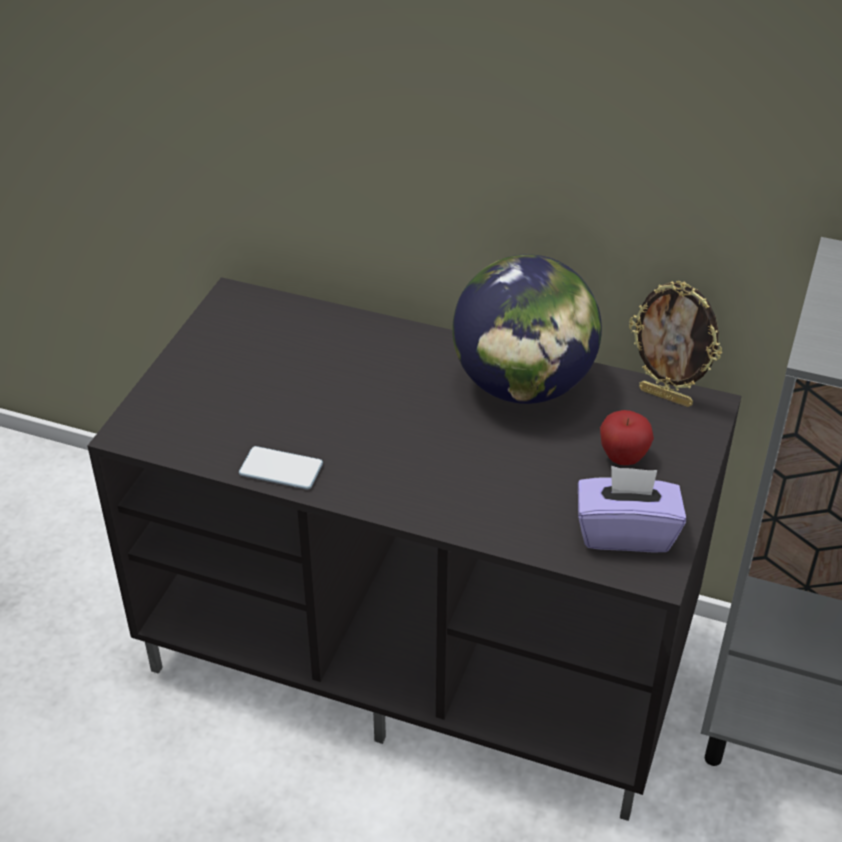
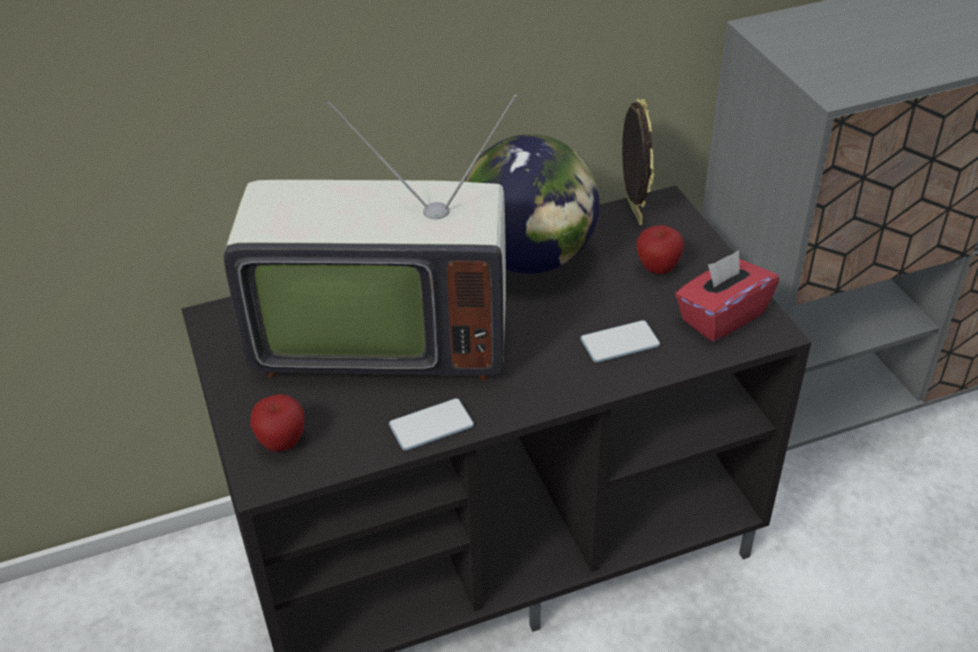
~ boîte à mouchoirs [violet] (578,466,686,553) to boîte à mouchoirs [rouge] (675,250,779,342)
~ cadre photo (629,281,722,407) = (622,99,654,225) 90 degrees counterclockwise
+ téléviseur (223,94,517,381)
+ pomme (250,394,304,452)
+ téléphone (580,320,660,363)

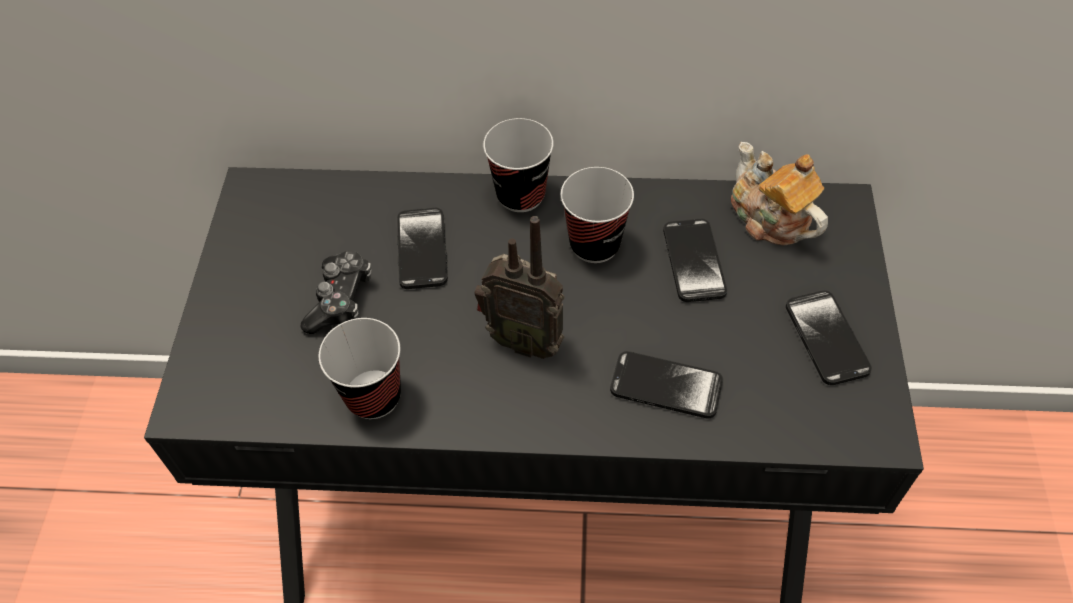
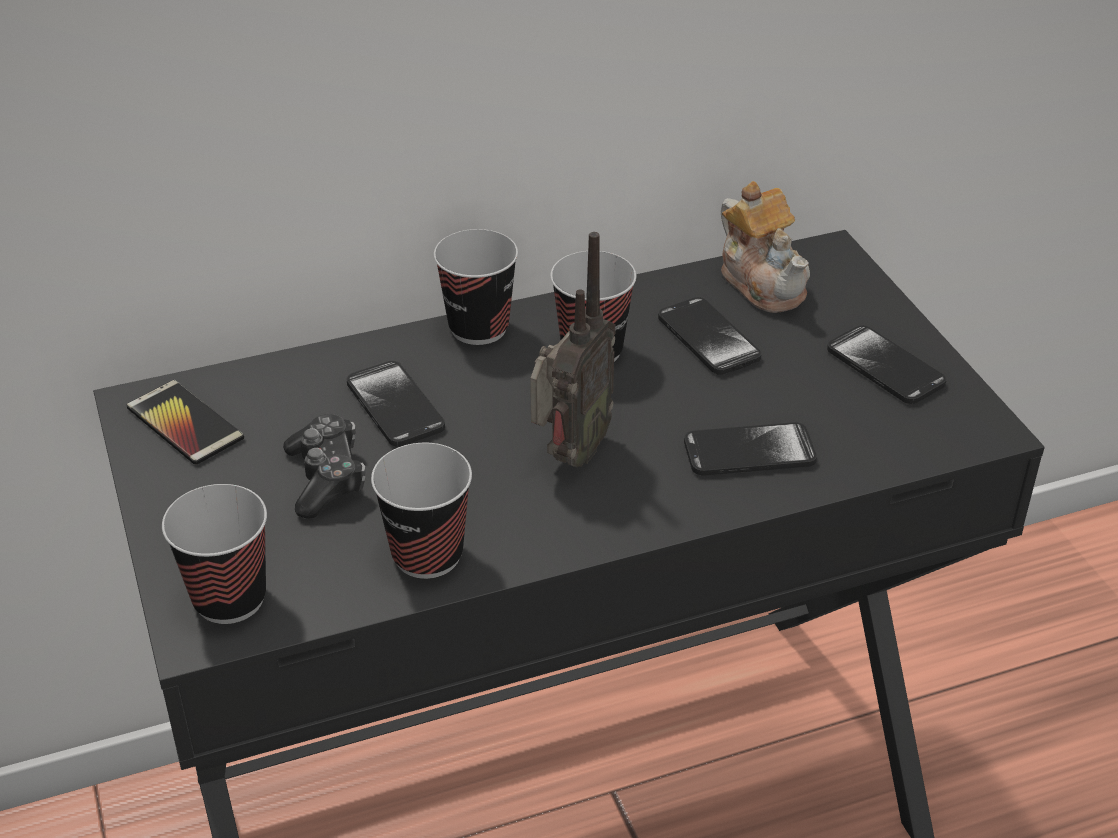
~ radio (474,216,564,359) = (530,232,616,468) 60 degrees counterclockwise
~ théière (731,142,828,246) = (721,181,810,313) 150 degrees counterclockwise
+ téléphone (127,380,244,465)
+ tasse (162,484,267,624)

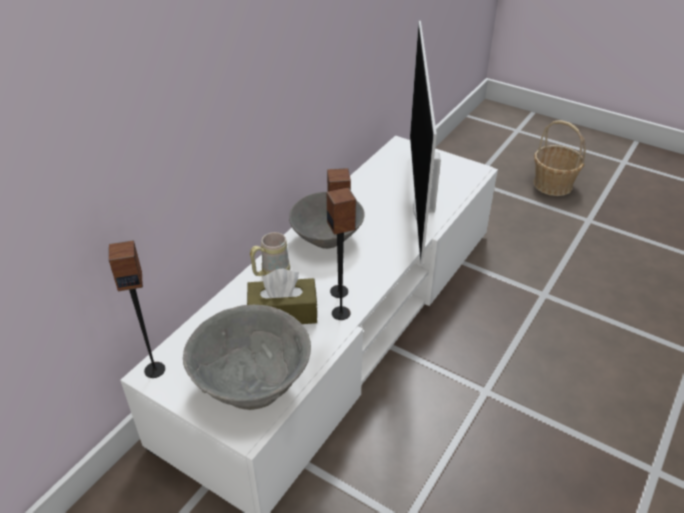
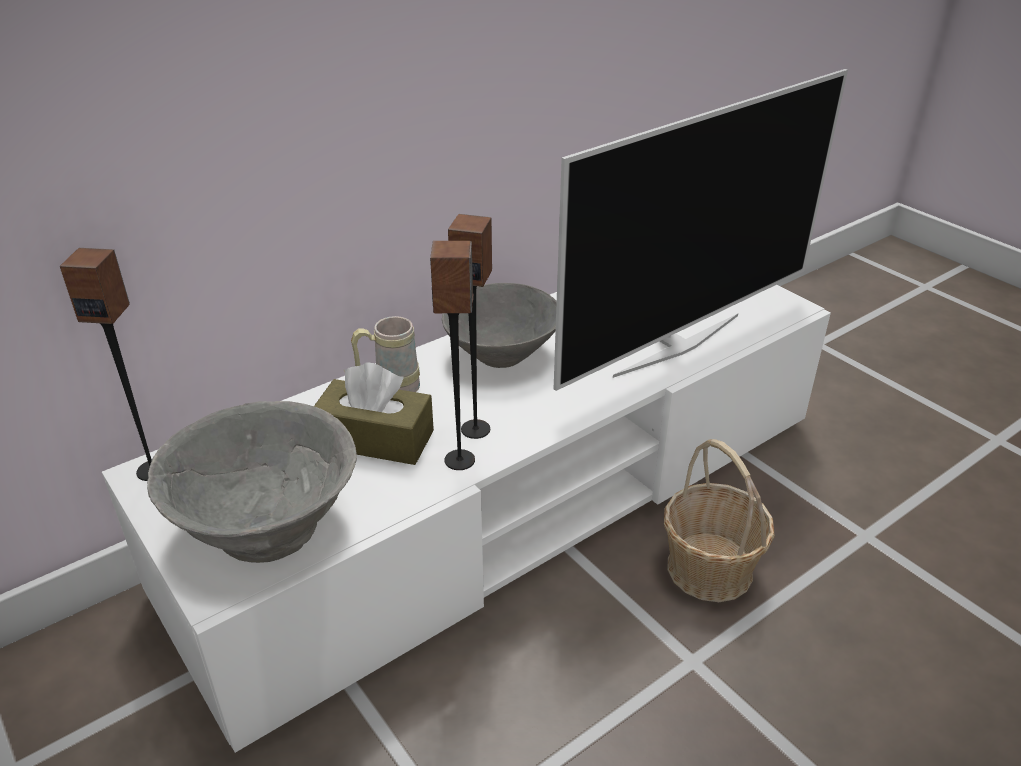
~ téléviseur (410,21,441,265) = (554,69,848,391) 150 degrees counterclockwise
~ panier (533,120,586,196) to (664,439,775,602)

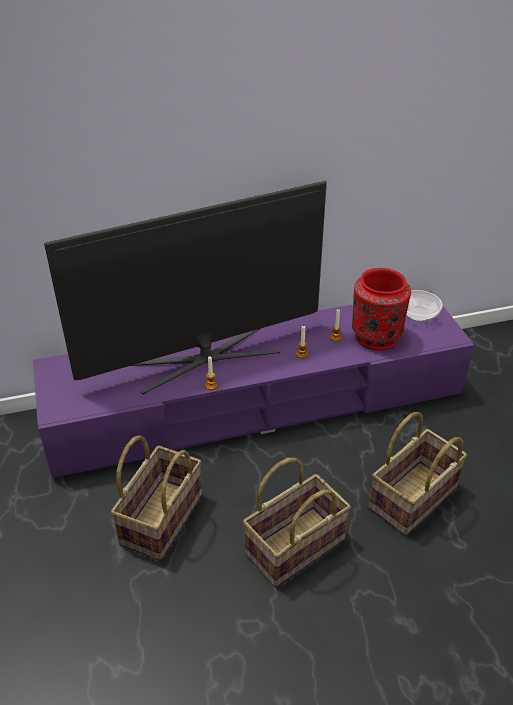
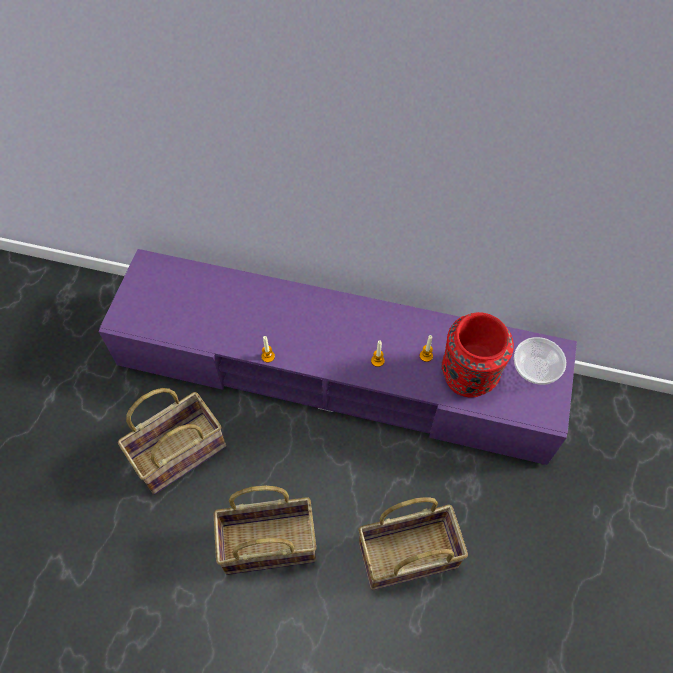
- téléviseur (44,180,327,394)

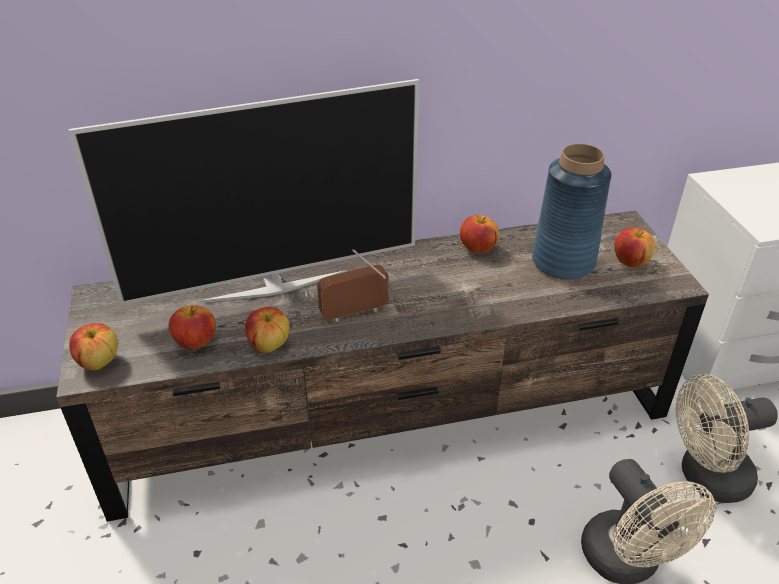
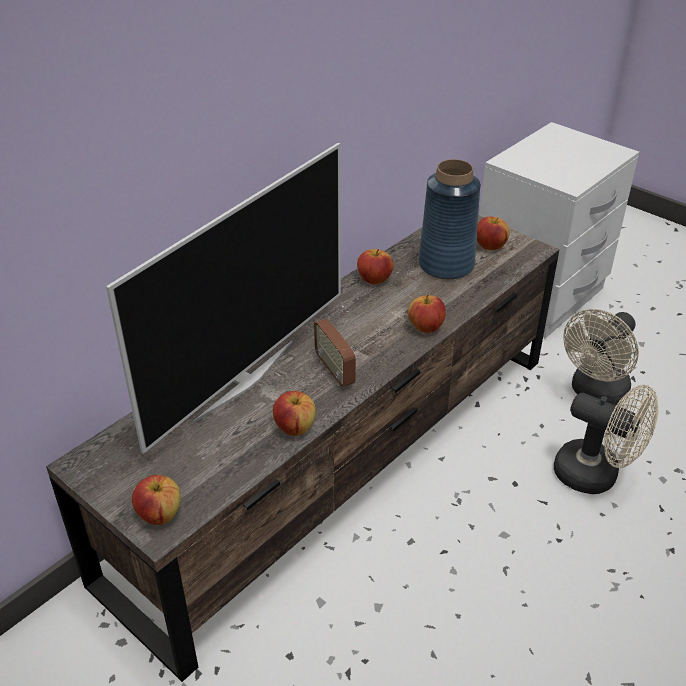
~ pomme (168,305,216,350) to (408,295,446,333)
~ radio (317,249,389,322) = (314,306,356,387) 60 degrees counterclockwise

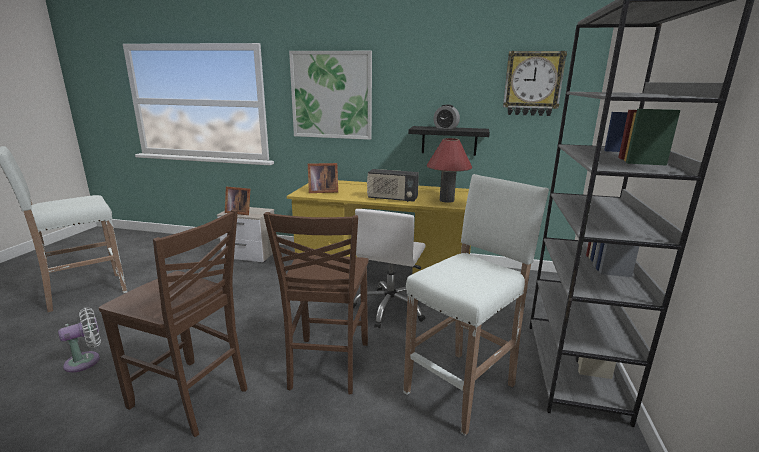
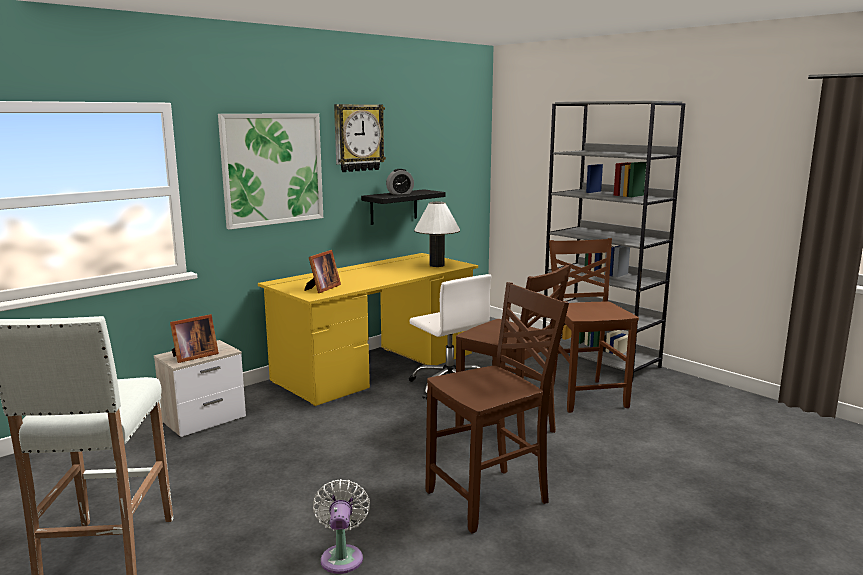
- radio (367,169,419,202)
~ tabouret [blanc] (403,174,549,436) to chaise [marron] (549,238,639,413)
~ lampe de table [rouge] (427,138,472,203) to lampe de table [blanc] (414,202,460,267)
~ horloge murale (503,51,567,116) to (334,104,386,172)

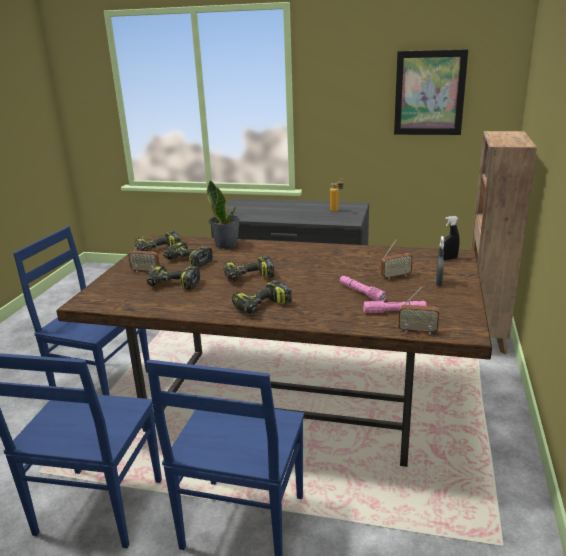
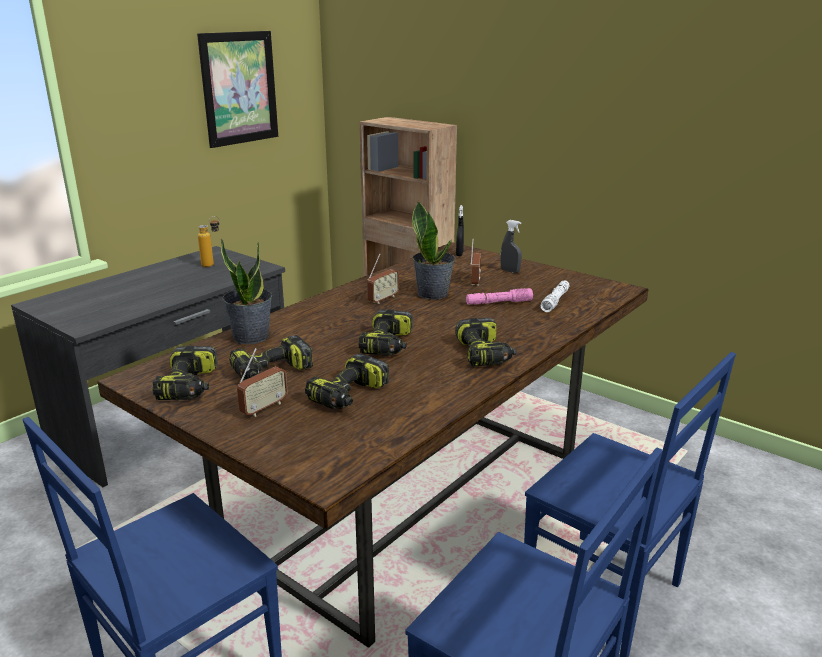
~ lampe de poche [rose] (363,301,426,313) to lampe de poche [blanc] (541,281,569,312)
~ radio (398,287,439,335) to (367,253,399,304)
+ plante en pot (412,201,455,300)

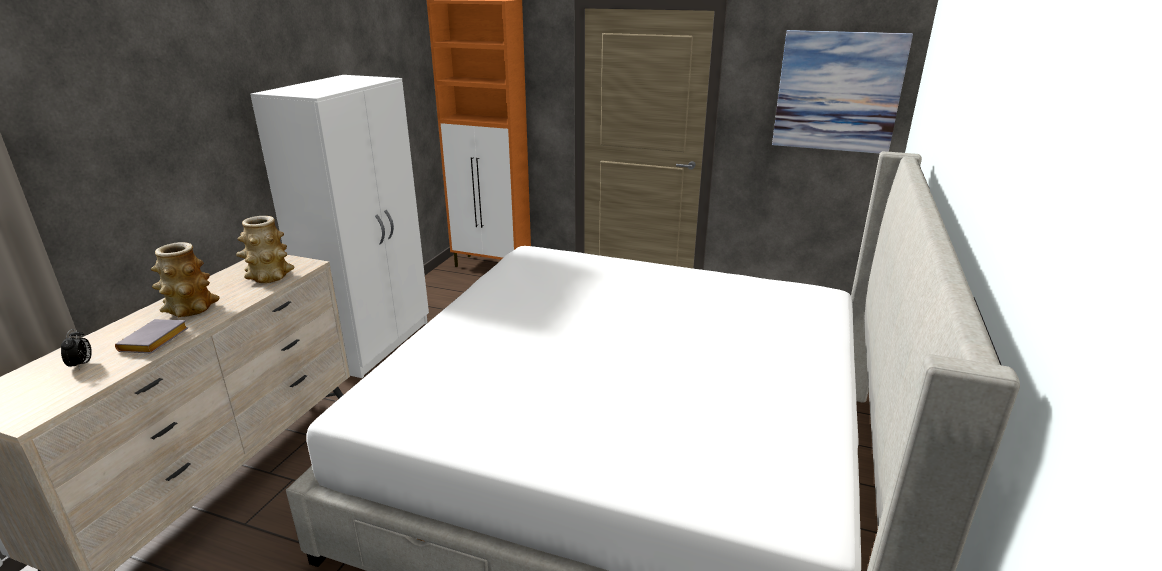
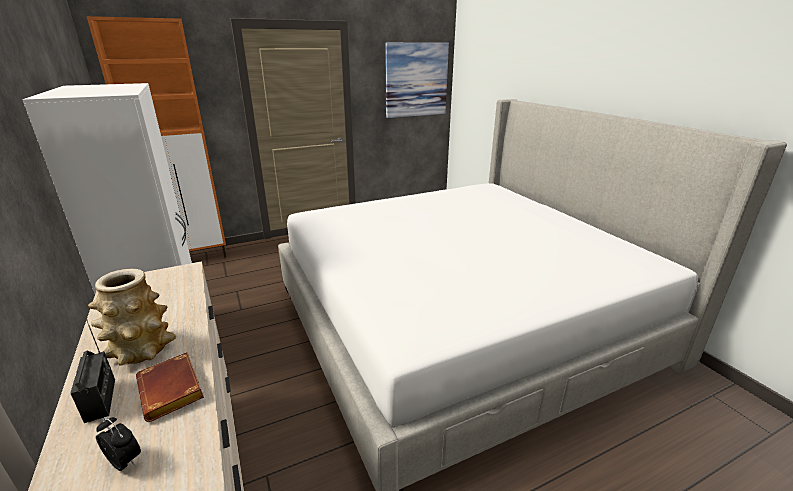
~ livre [gris] (115,319,188,353) to livre [marron] (136,352,204,422)
- vase (236,216,294,283)
+ radio (70,319,115,423)

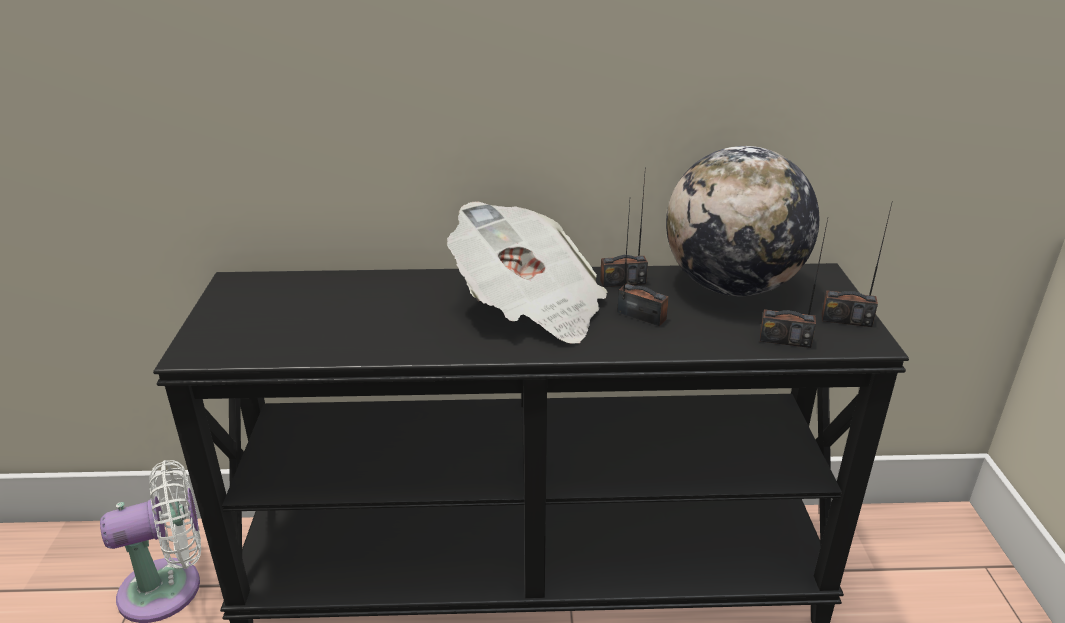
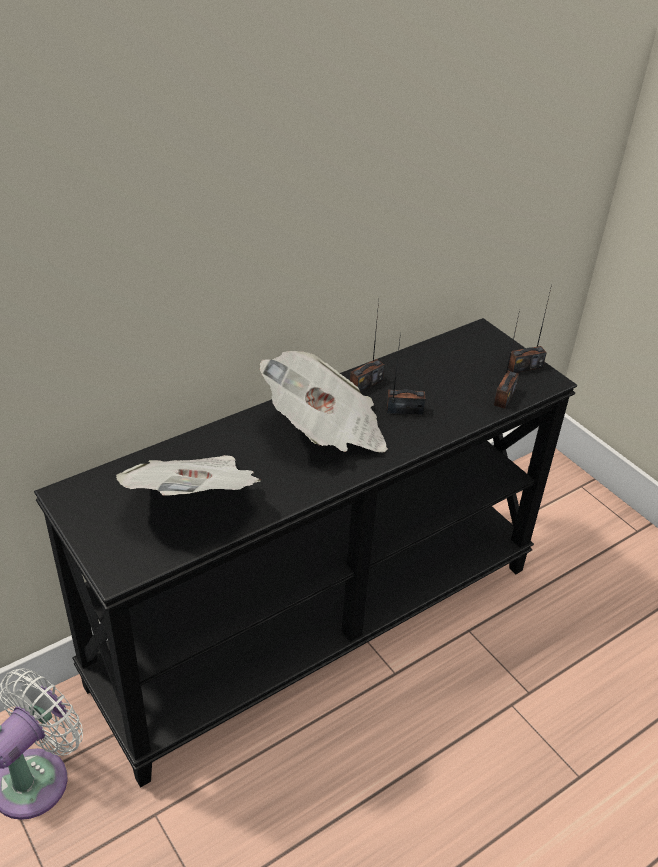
- globe (666,146,819,296)
~ radio (760,219,828,348) = (494,310,520,409) 45 degrees counterclockwise
+ journal (116,455,261,496)

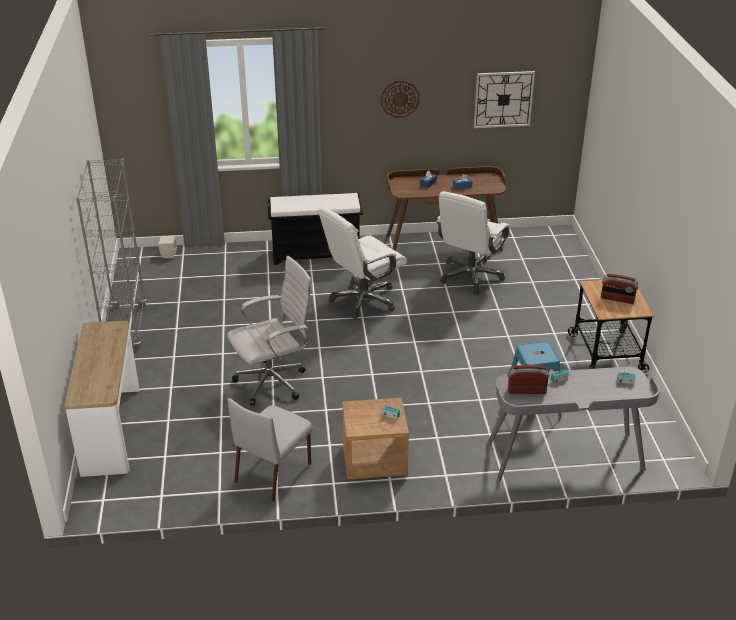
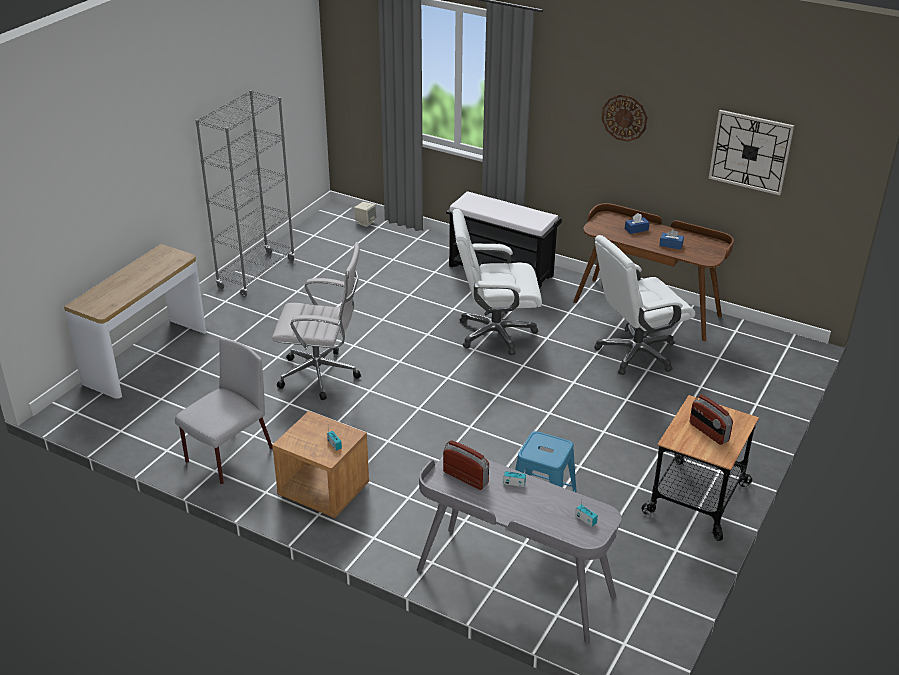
~ chaise [gris] (227,398,313,501) = (175,338,273,484) 150 degrees clockwise

